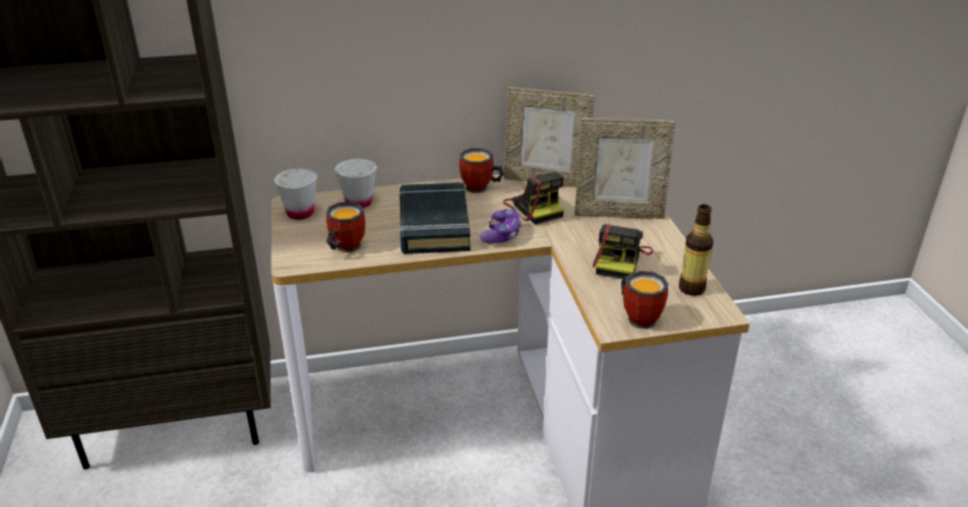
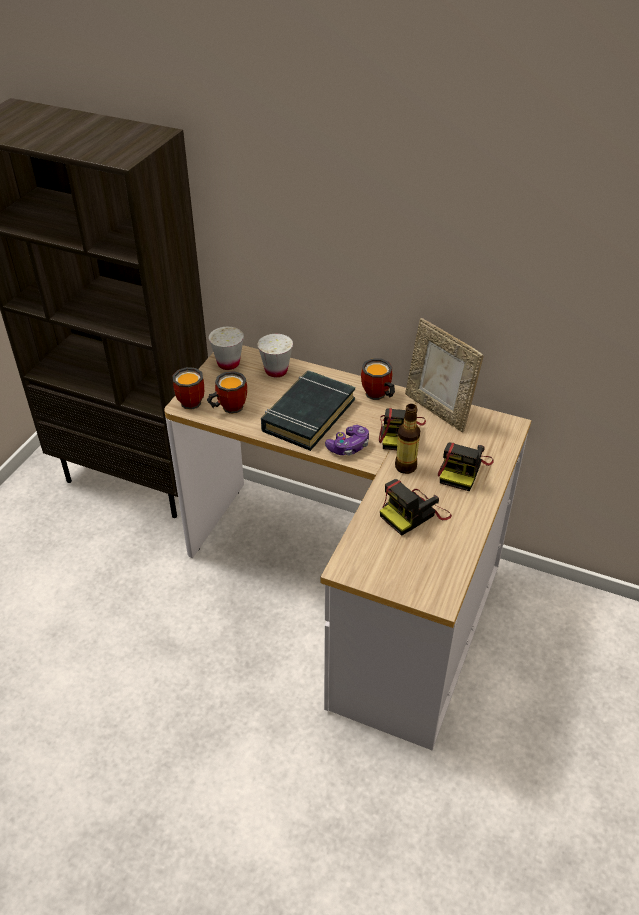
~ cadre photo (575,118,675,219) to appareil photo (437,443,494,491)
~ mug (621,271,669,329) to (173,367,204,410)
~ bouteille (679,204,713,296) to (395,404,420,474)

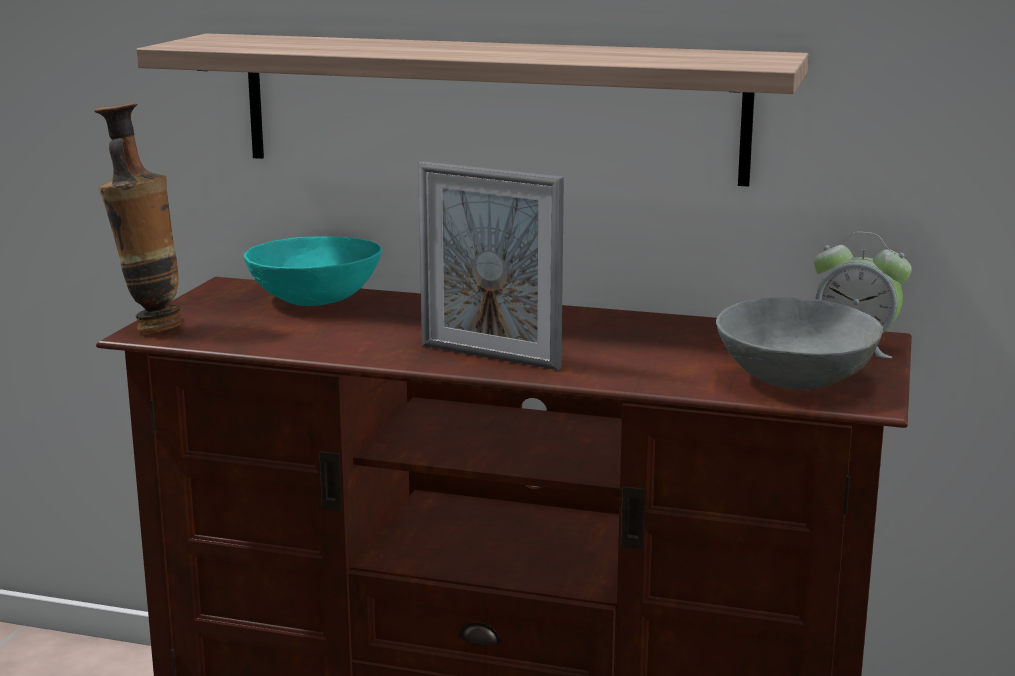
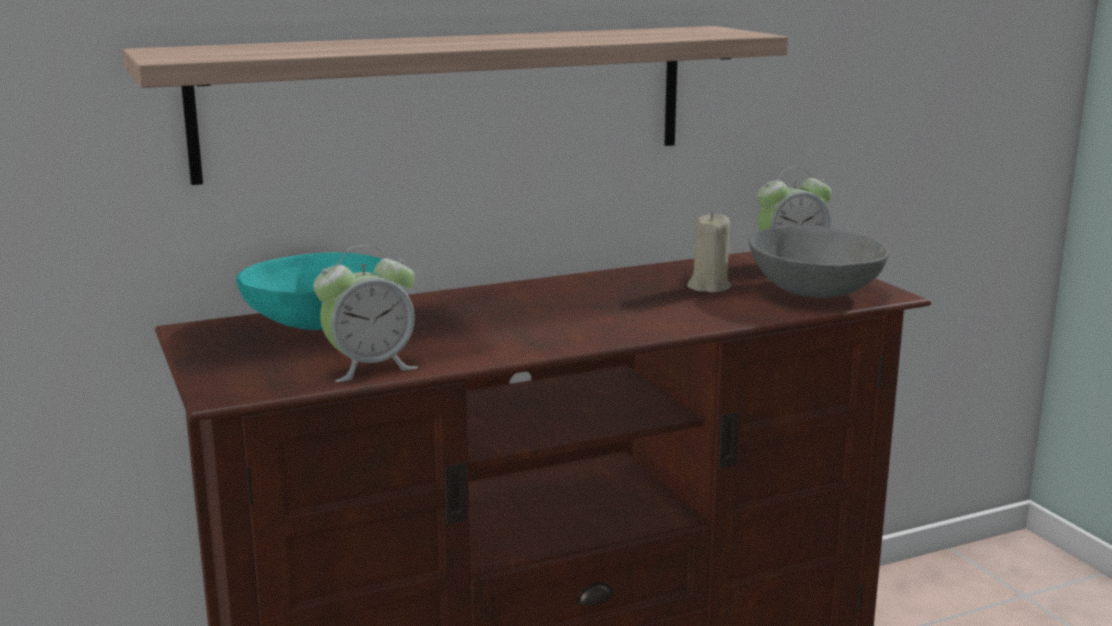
- vase (94,103,185,333)
- cadre photo (418,161,564,371)
+ réveil (314,245,418,382)
+ bougie [beige] (687,212,732,292)

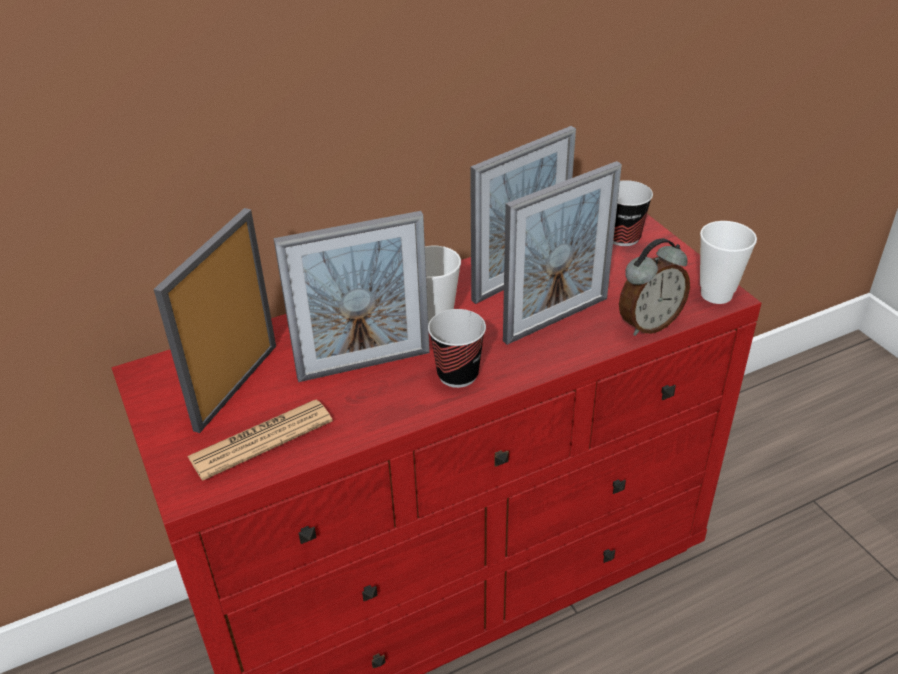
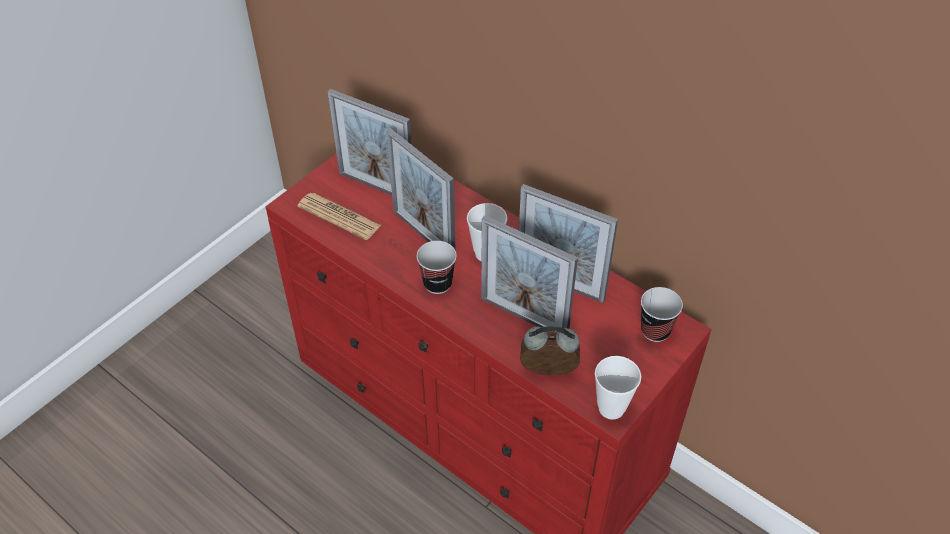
~ cadre photo (154,208,276,433) = (328,89,412,195) 150 degrees counterclockwise
~ réveil (619,238,690,336) = (520,326,580,375) 150 degrees clockwise

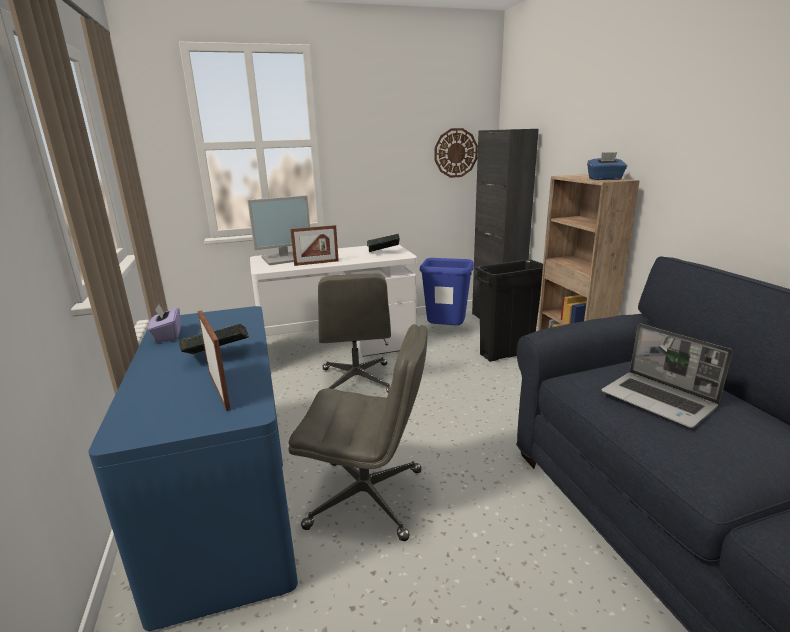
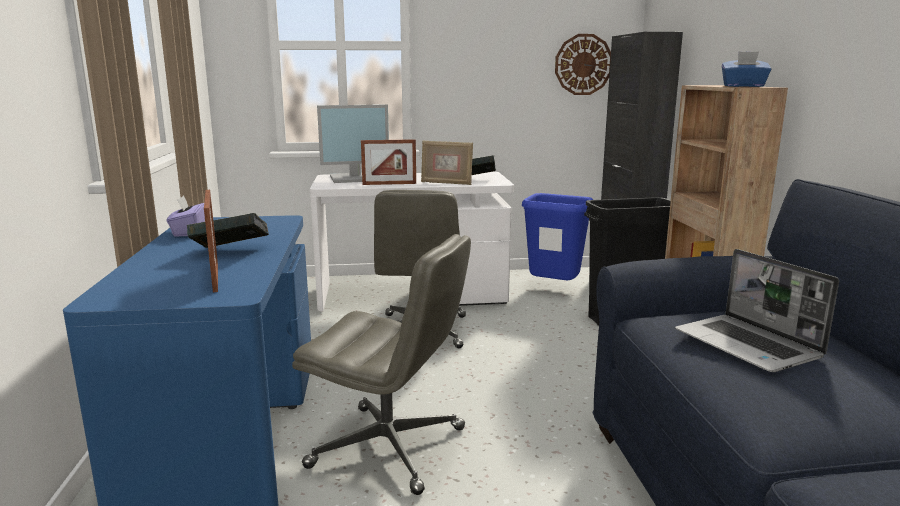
+ cadre photo (421,141,473,185)

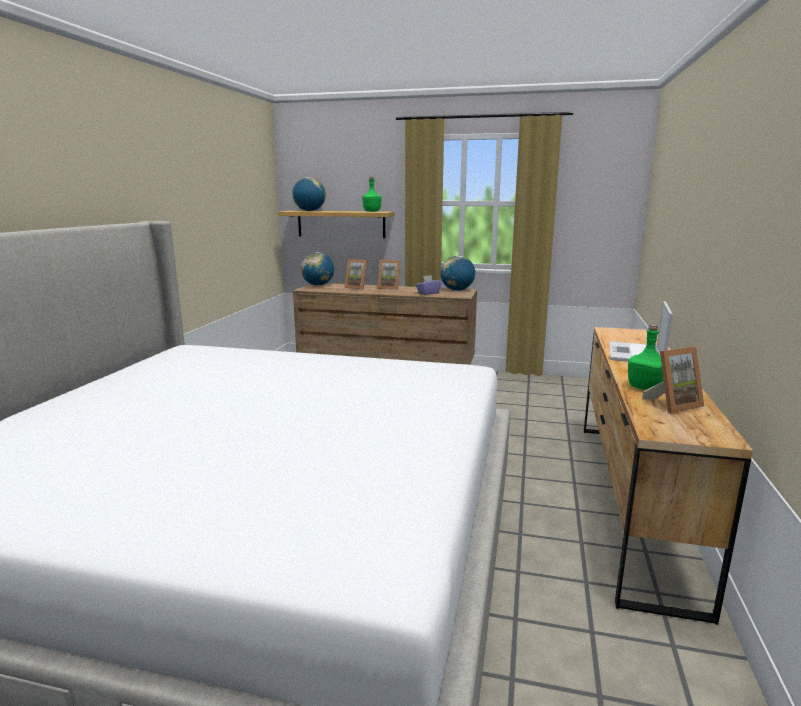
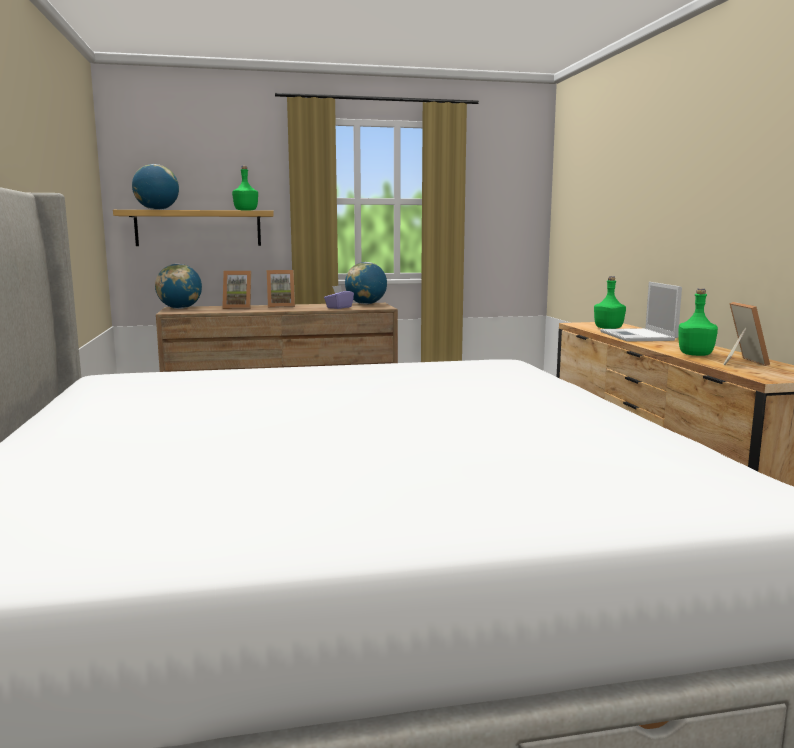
~ cadre photo (643,347,704,413) = (724,302,770,366) 45 degrees counterclockwise
+ bouteille [vert] (594,276,626,329)

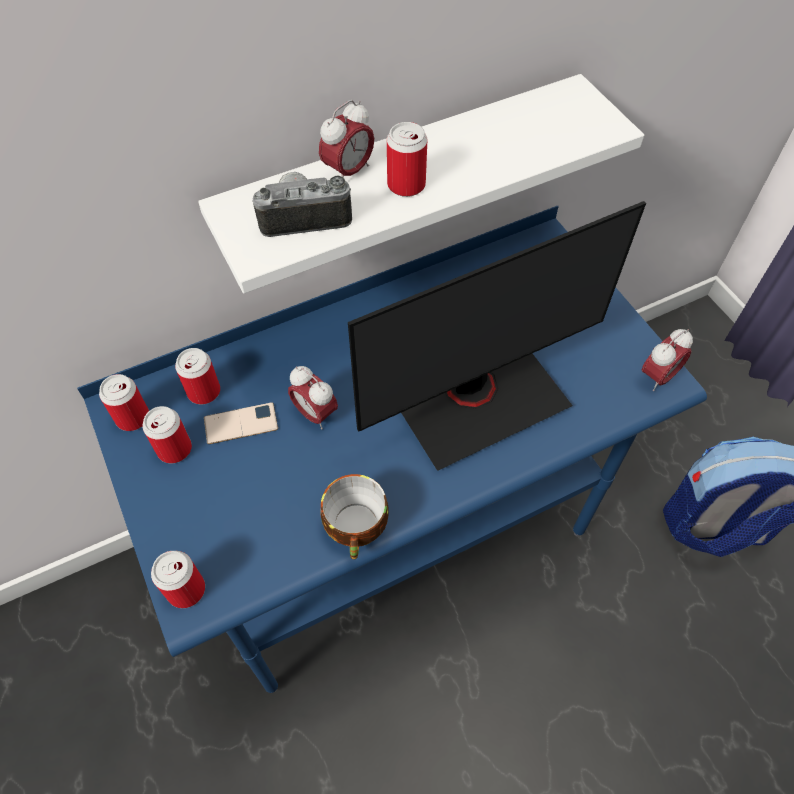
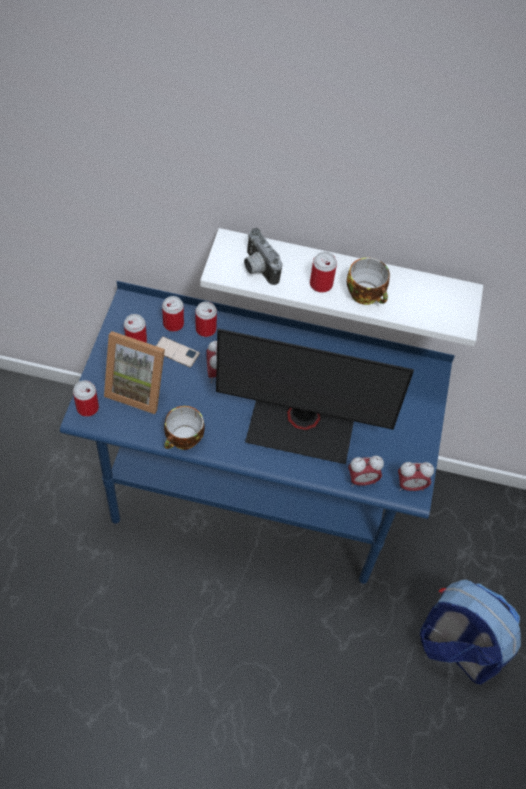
~ boîte métallique (99,374,149,431) to (196,301,217,337)
~ appareil photo (252,172,352,237) = (244,228,282,285) 150 degrees counterclockwise
~ réveil (319,100,374,177) to (348,456,384,487)
+ cadre photo (104,331,165,414)
+ tasse (347,258,390,305)

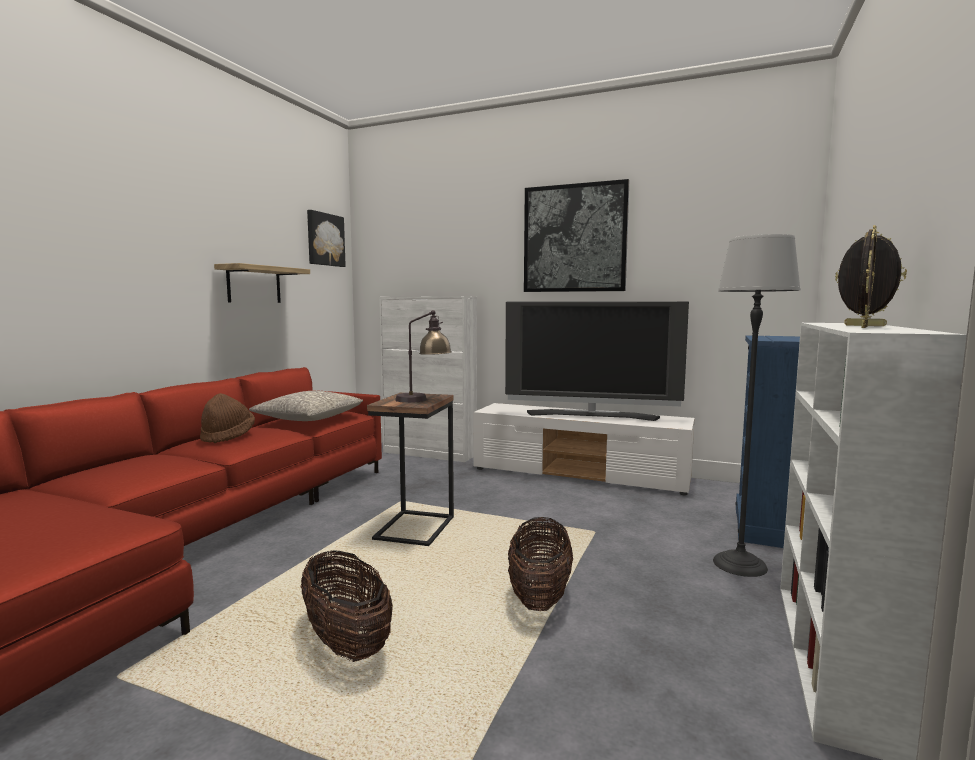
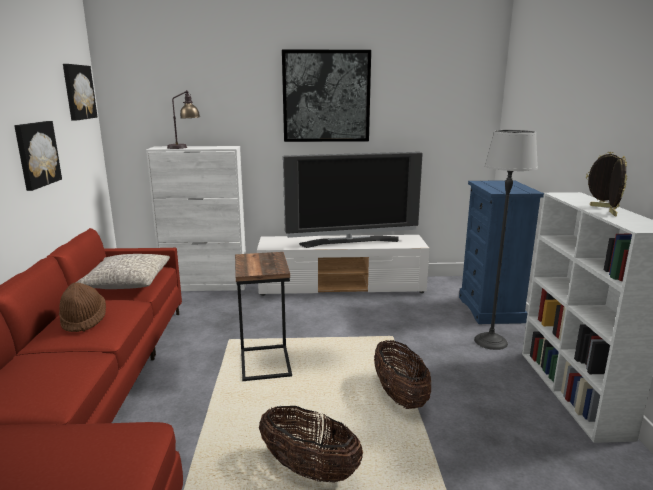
~ étagère (214,263,310,303) to tableau (14,121,62,191)
~ lampe de table (395,310,451,403) to (167,90,200,149)

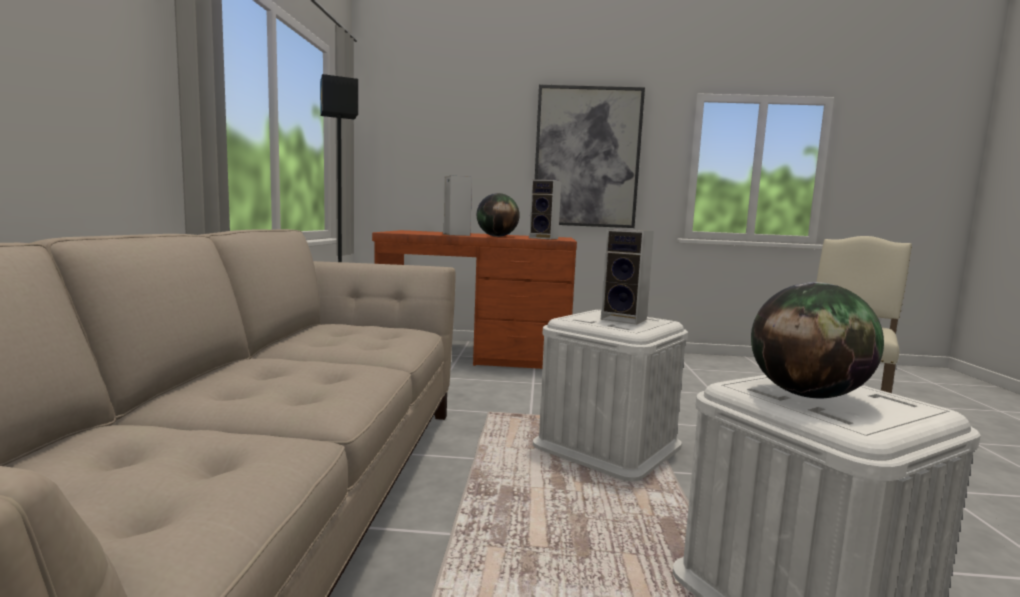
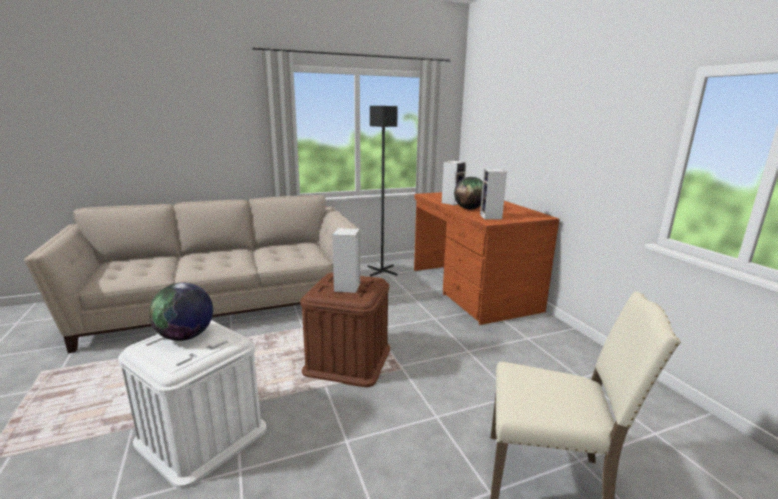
~ boîte de rangement [blanc] (533,310,688,481) to boîte de rangement [marron] (300,273,390,387)
- tableau (535,85,645,228)

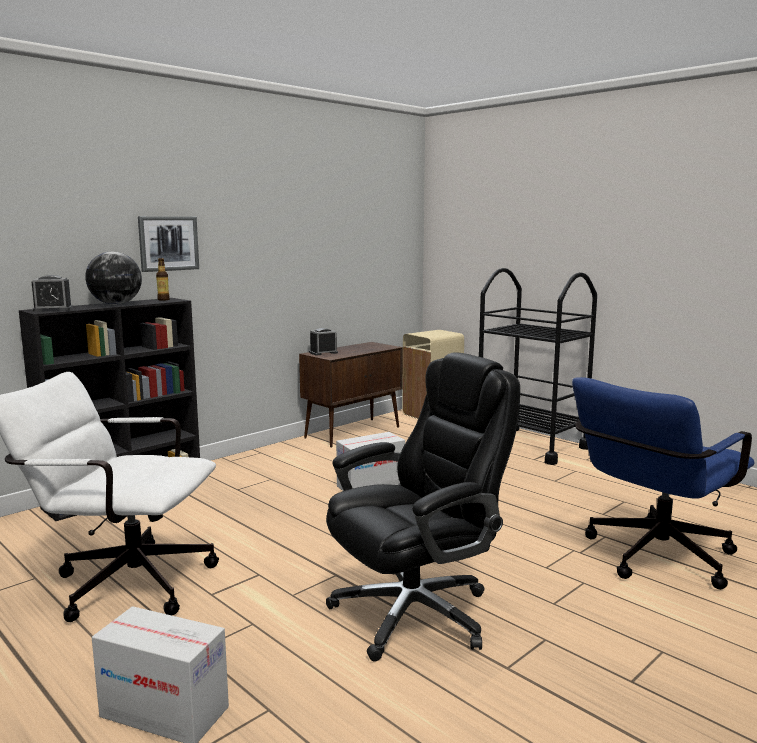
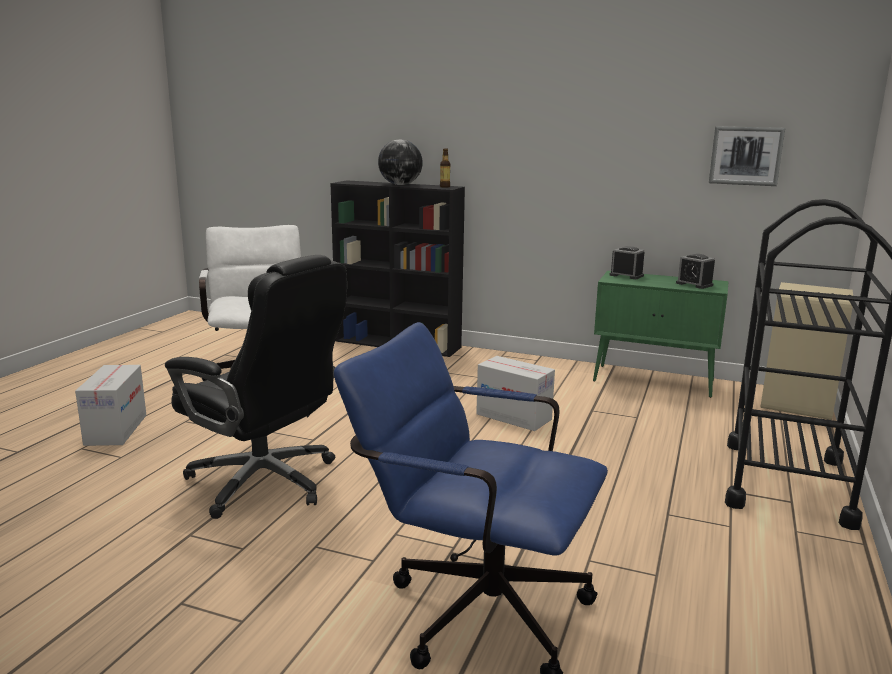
~ réveil (32,275,73,312) to (676,254,715,289)
~ tableau (138,216,199,272) to (709,126,785,186)
~ meuble de rangement [marron] (299,342,403,448) to meuble de rangement [vert] (593,271,729,398)

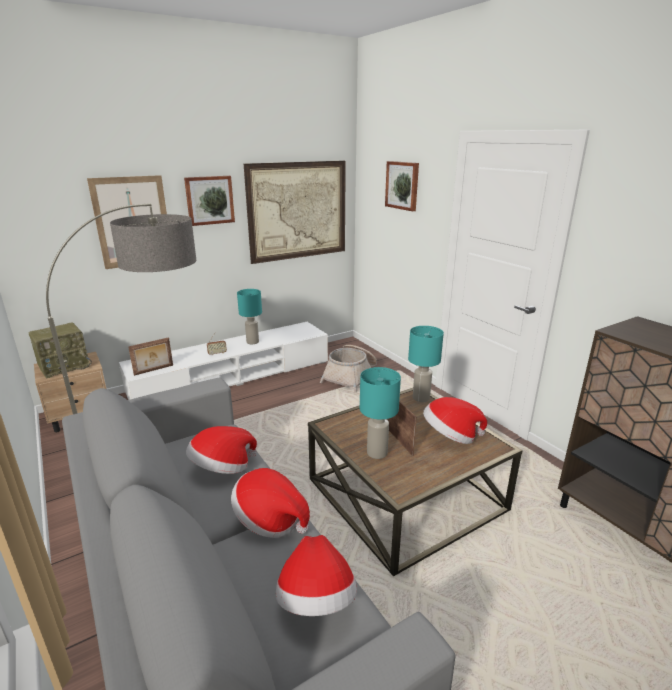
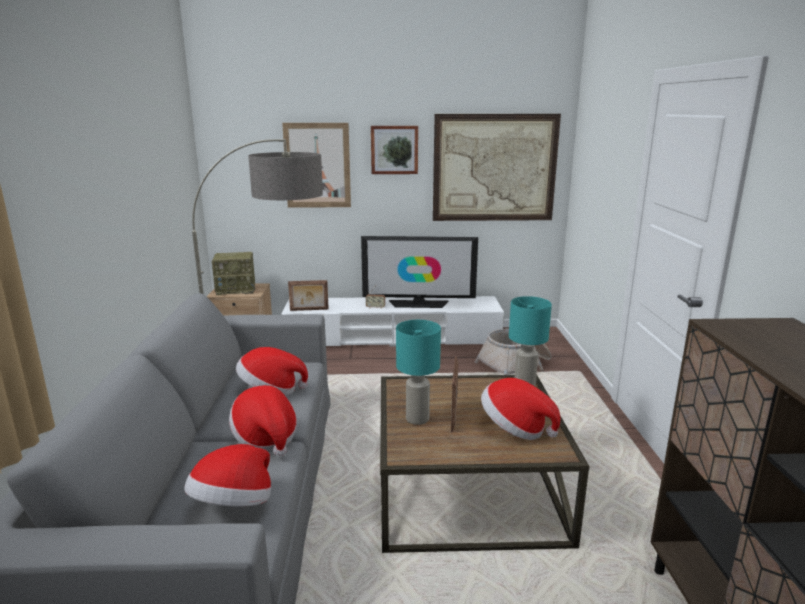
~ lampe de table [turquoise] (237,289,262,344) to téléviseur (361,236,478,308)
- tableau (385,161,419,211)

